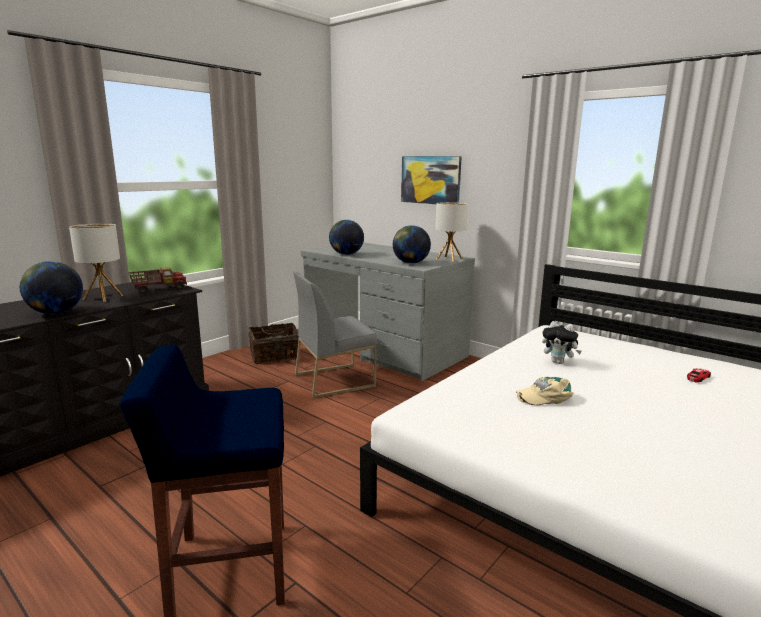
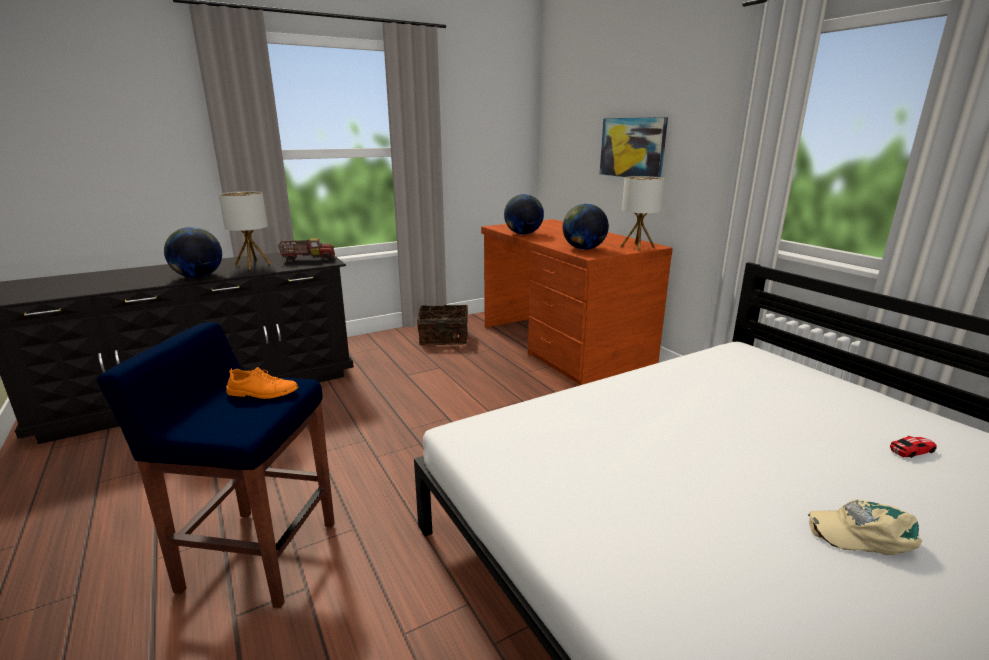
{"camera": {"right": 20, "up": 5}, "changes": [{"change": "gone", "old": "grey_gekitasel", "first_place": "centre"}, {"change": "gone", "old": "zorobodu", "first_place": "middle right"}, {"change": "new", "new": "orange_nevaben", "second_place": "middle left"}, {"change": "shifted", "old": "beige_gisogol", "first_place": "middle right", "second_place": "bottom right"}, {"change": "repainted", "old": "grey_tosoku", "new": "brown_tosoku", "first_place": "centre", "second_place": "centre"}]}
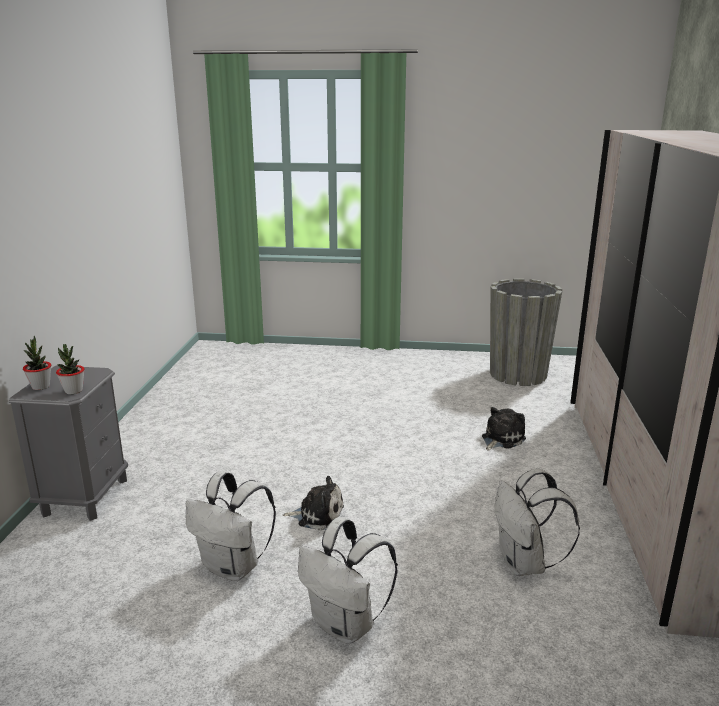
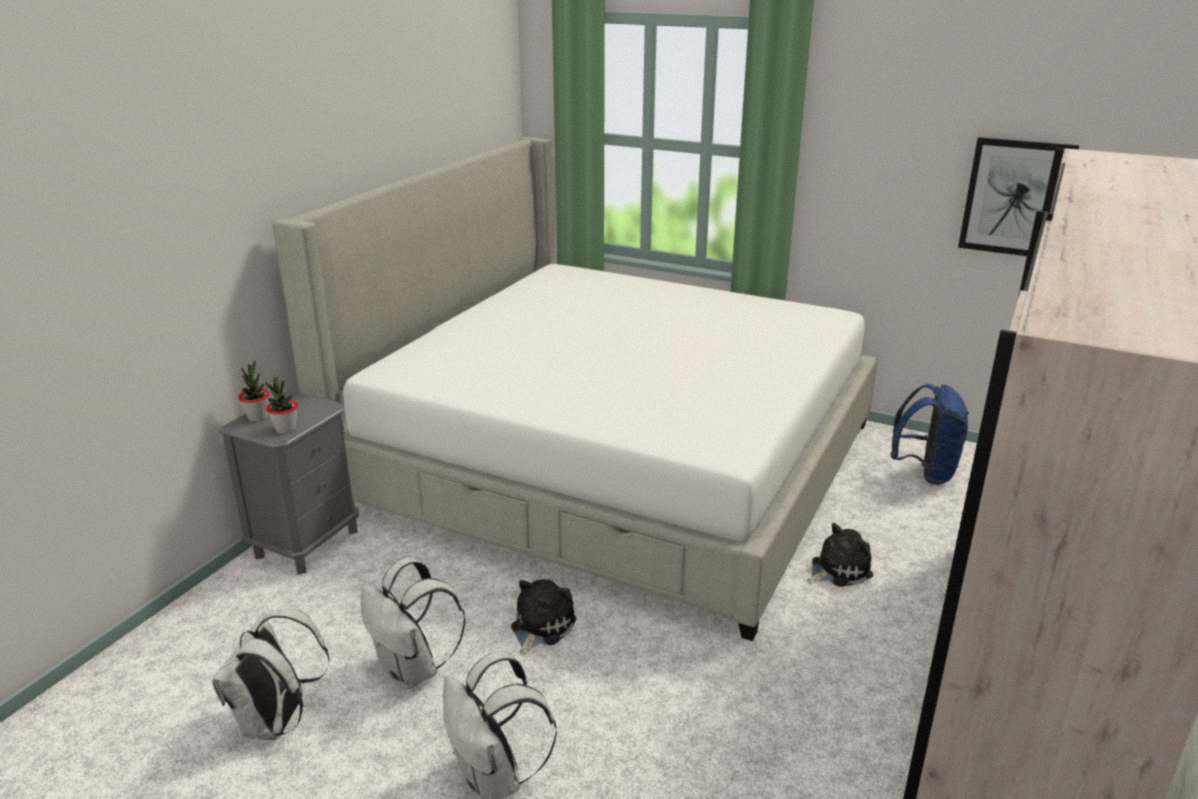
{"camera": {"right": 20, "up": 5}, "changes": [{"change": "new", "new": "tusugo", "second_place": "centre"}, {"change": "new", "new": "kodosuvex", "second_place": "top right"}, {"change": "shifted", "old": "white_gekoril (no. 3 from left in the first image)", "new": "white_gekoril (no. 1 from left)", "first_place": "bottom right", "second_place": "bottom left"}, {"change": "swapped", "old": "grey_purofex", "new": "blue_gekoril", "first_place": "middle right", "second_place": "middle right"}, {"change": "rotated", "old": "zorobodu (no. 1 from left)", "first_place": "bottom centre", "second_place": "bottom centre", "degrees": -90}]}
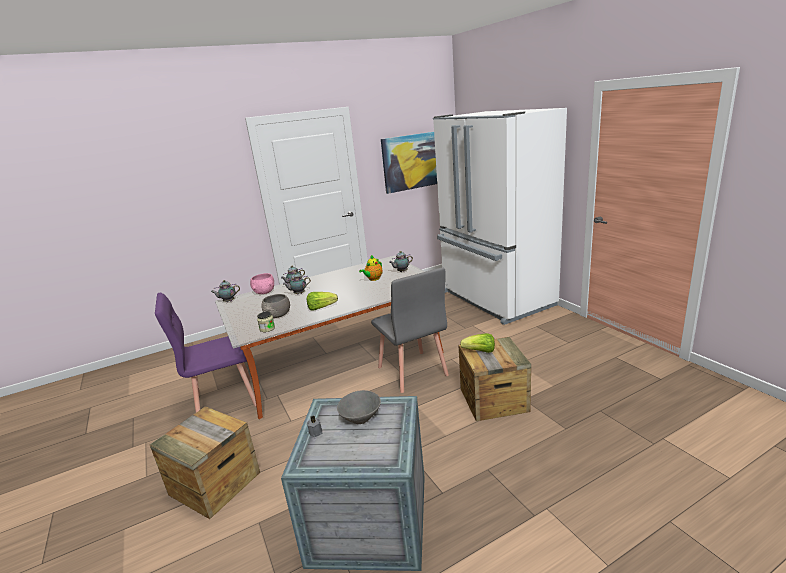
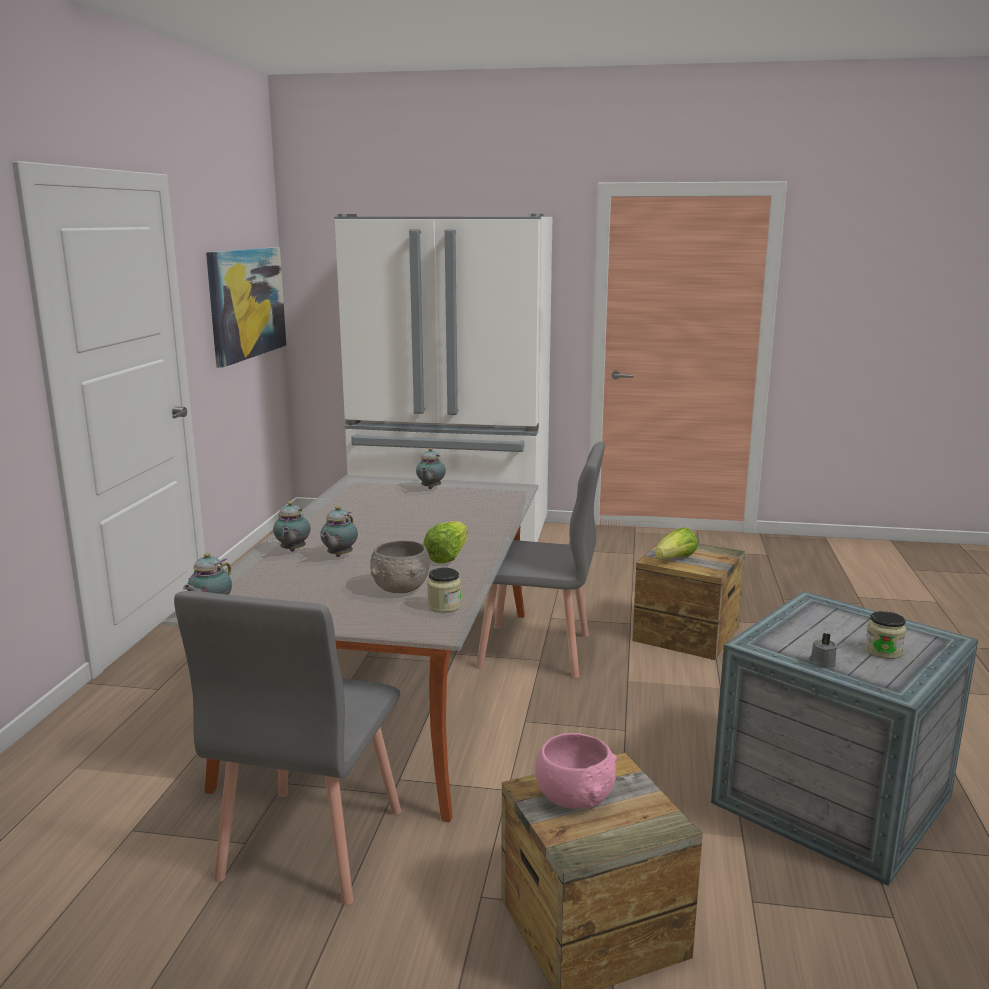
{"camera": {"right": -55, "up": -5}, "changes": [{"change": "gone", "old": "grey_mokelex (no. 2 from left)", "first_place": "bottom centre"}, {"change": "gone", "old": "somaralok (no. 4 from left)", "first_place": "centre"}, {"change": "new", "new": "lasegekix (no. 2 from left)", "second_place": "middle right"}, {"change": "shifted", "old": "pink_mokelex", "first_place": "centre", "second_place": "bottom centre"}, {"change": "repainted", "old": "purple_gekitasel", "new": "grey_gekitasel (no. 1 from left)", "first_place": "middle left", "second_place": "bottom left"}]}
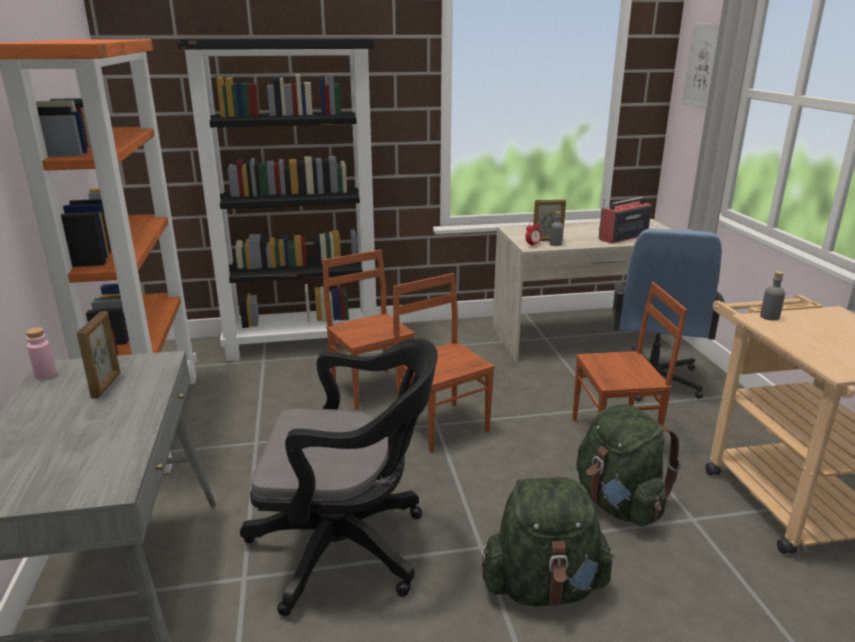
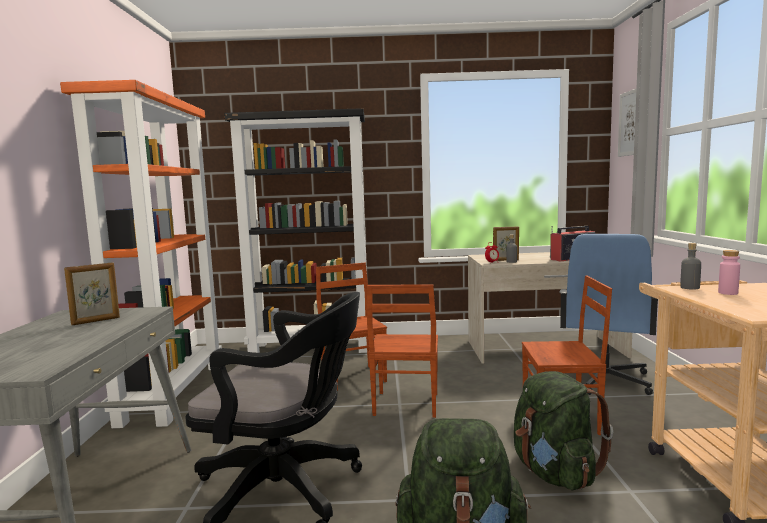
{"camera": {"right": 10, "up": -15}, "changes": [{"change": "shifted", "old": "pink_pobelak", "first_place": "middle left", "second_place": "middle right"}, {"change": "rotated", "old": "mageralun (no. 1 from left)", "first_place": "middle left", "second_place": "middle left", "degrees": 45}, {"change": "rotated", "old": "brown_gekitasel (no. 2 from left)", "first_place": "centre", "second_place": "bottom centre", "degrees": -150}]}
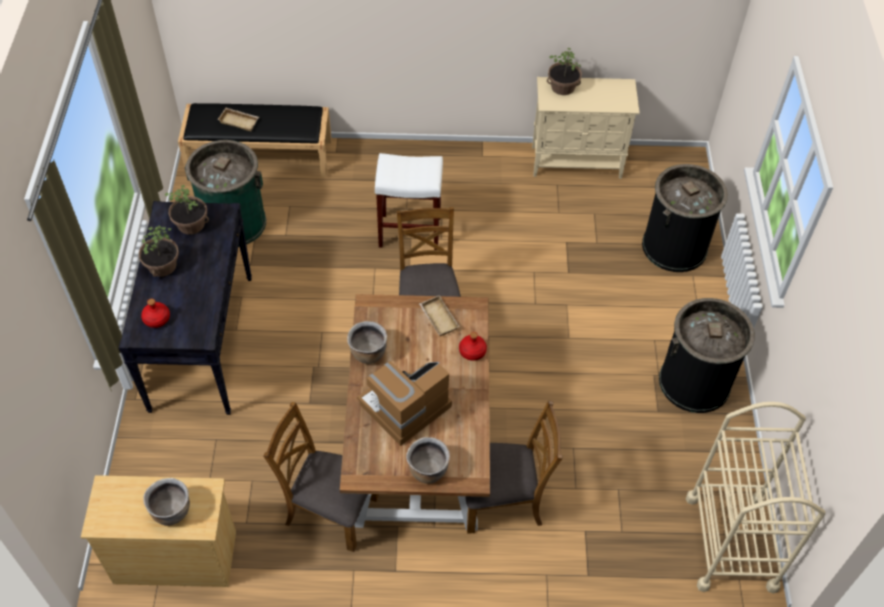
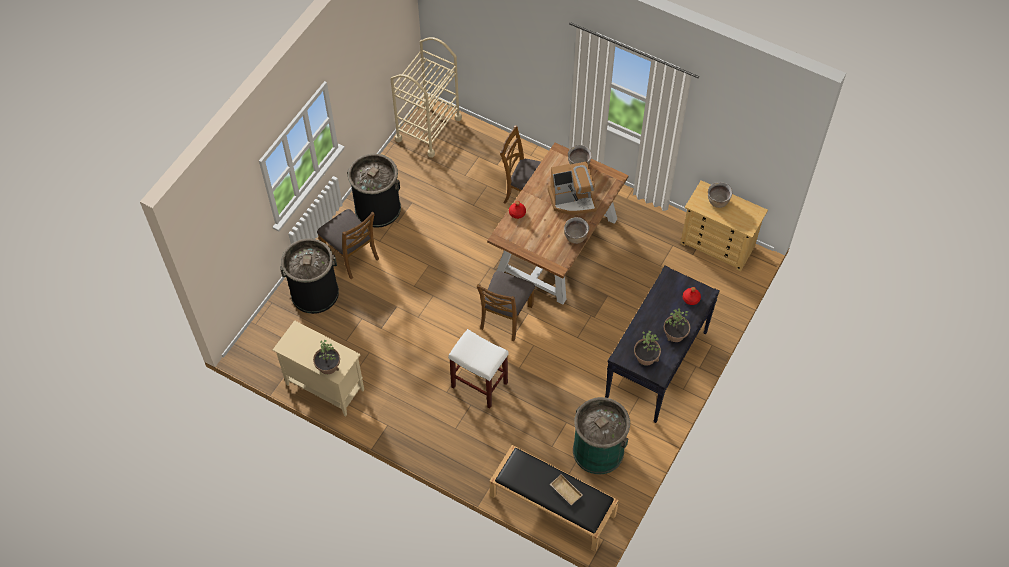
{"camera": {"right": -150, "up": 5}, "changes": [{"change": "gone", "old": "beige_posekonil (no. 2 from left)", "first_place": "centre"}, {"change": "shifted", "old": "brown_gekitasel (no. 1 from left)", "first_place": "bottom centre", "second_place": "centre"}]}
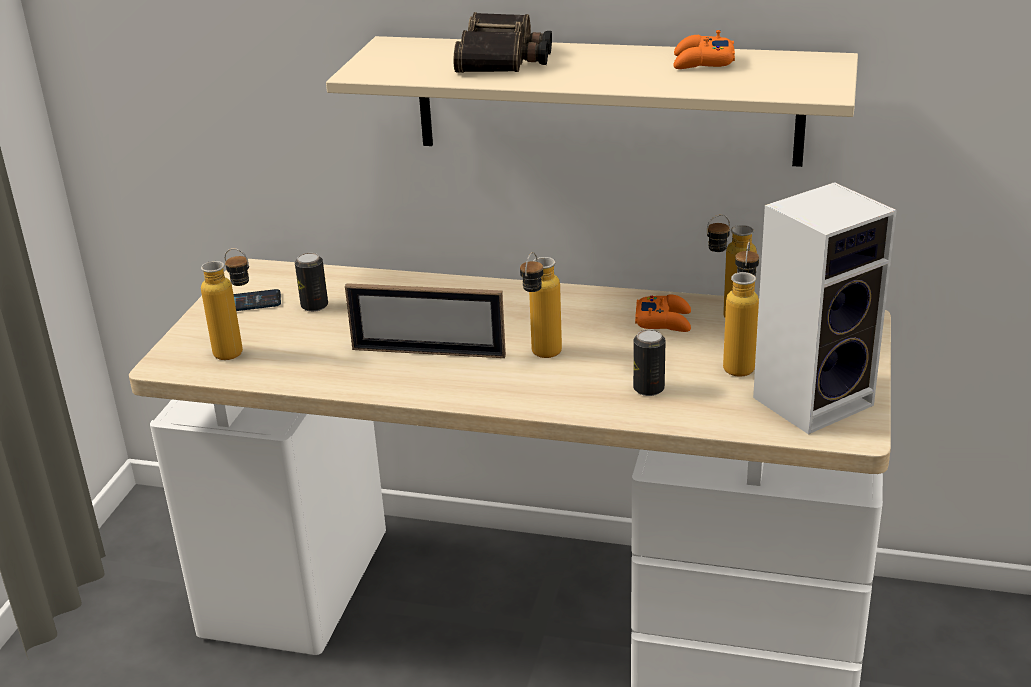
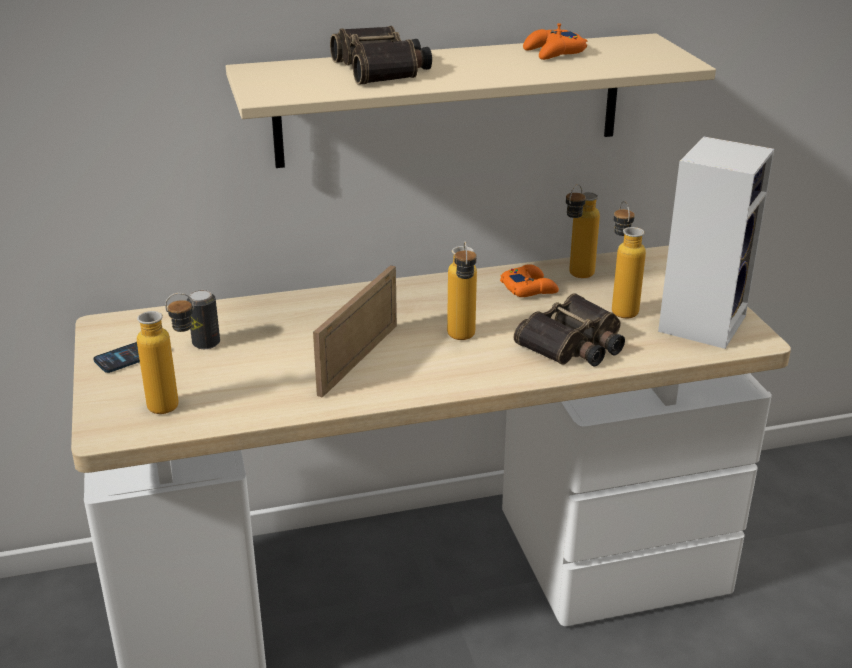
{"camera": {"right": -30, "up": 0}, "changes": [{"change": "swapped", "old": "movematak (no. 2 from left)", "new": "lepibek (no. 2 from left)", "first_place": "centre", "second_place": "middle right"}, {"change": "rotated", "old": "mageralun", "first_place": "centre", "second_place": "centre", "degrees": 135}]}
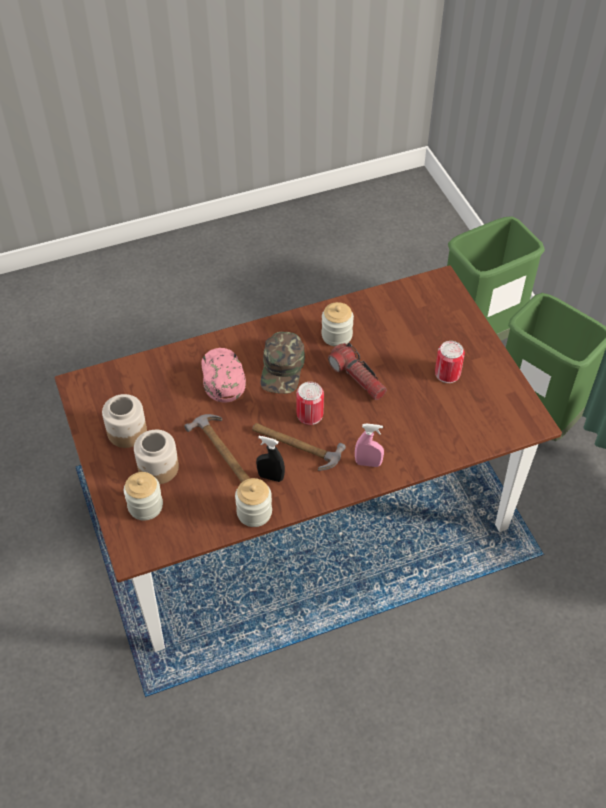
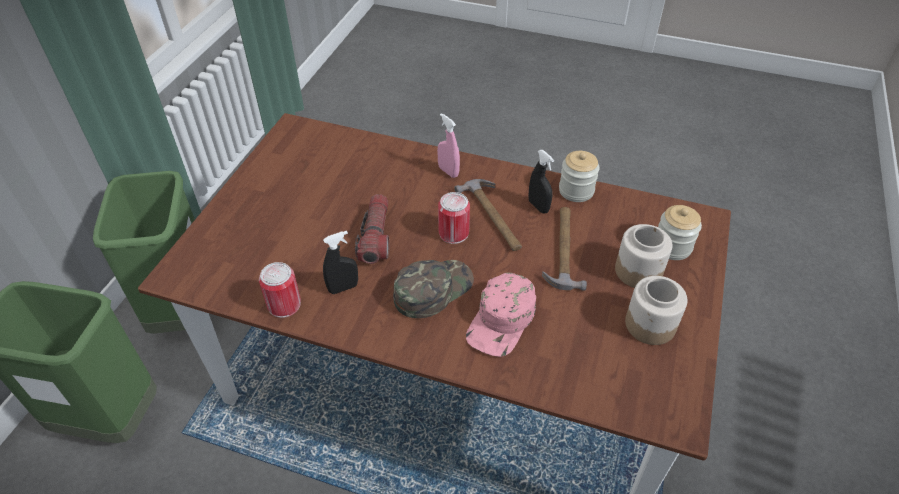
{"camera": {"right": -140, "up": -5}, "changes": [{"change": "shifted", "old": "movematak (no. 2 from left in the first image)", "new": "movematak (no. 1 from left)", "first_place": "middle right", "second_place": "middle left"}, {"change": "swapped", "old": "lasegekix (no. 5 from left)", "new": "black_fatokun (no. 1 from left)", "first_place": "centre", "second_place": "centre"}]}
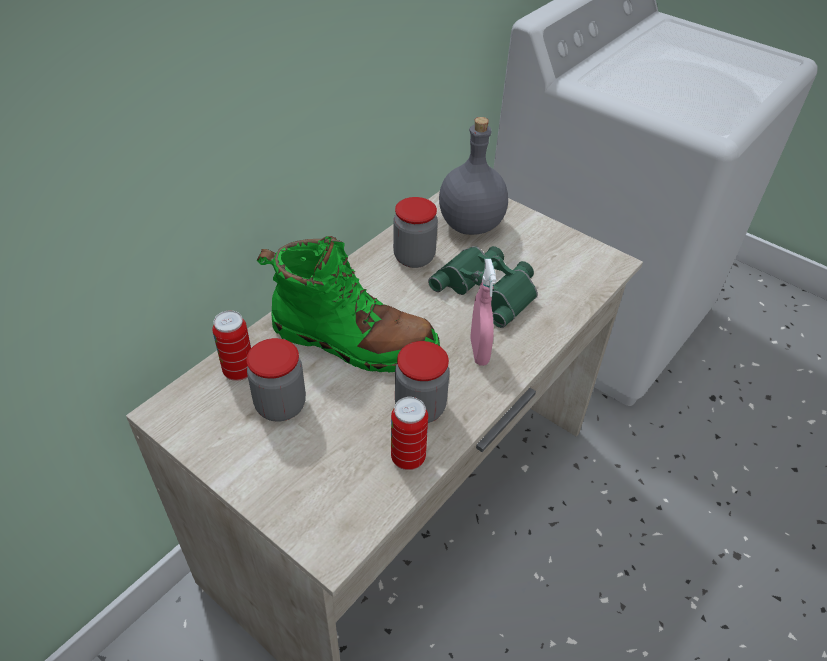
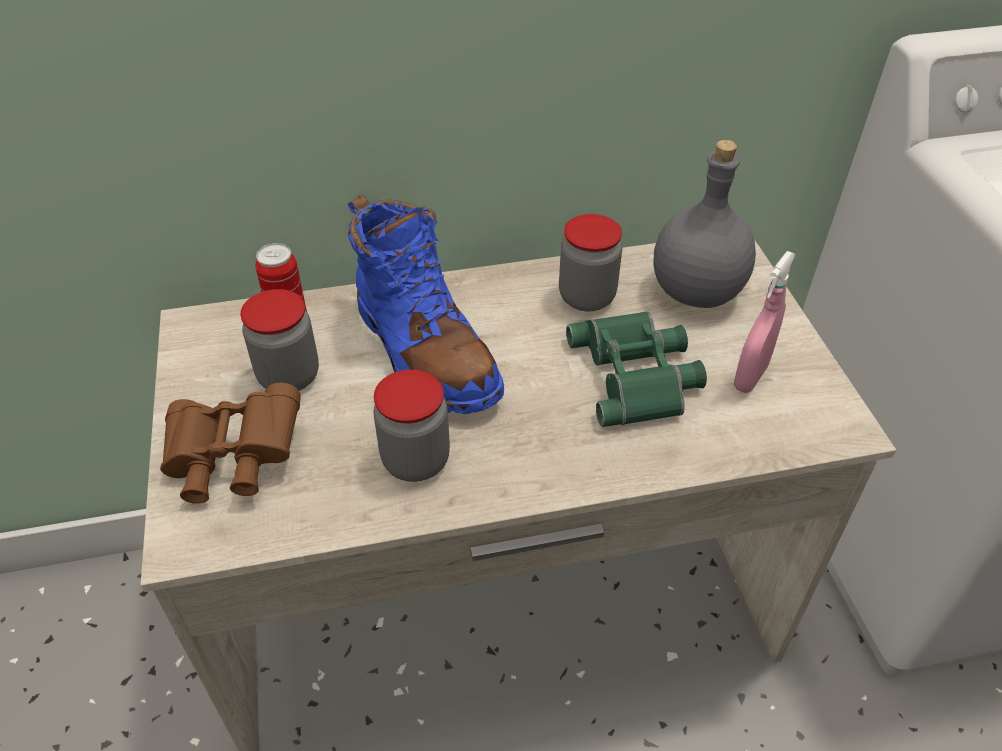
{"camera": {"right": 40, "up": 0}, "changes": [{"change": "gone", "old": "movematak (no. 2 from left)", "first_place": "centre"}, {"change": "new", "new": "brown_lepibek", "second_place": "middle left"}, {"change": "shifted", "old": "pink_fatokun", "first_place": "centre", "second_place": "middle right"}, {"change": "repainted", "old": "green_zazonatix", "new": "blue_zazonatix", "first_place": "centre", "second_place": "centre"}]}
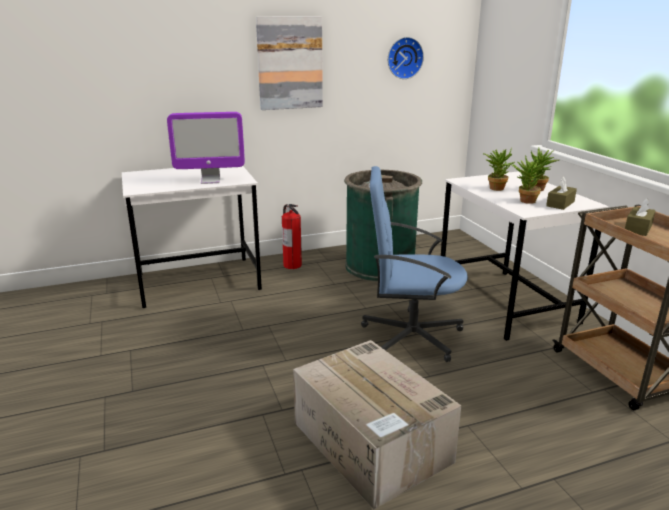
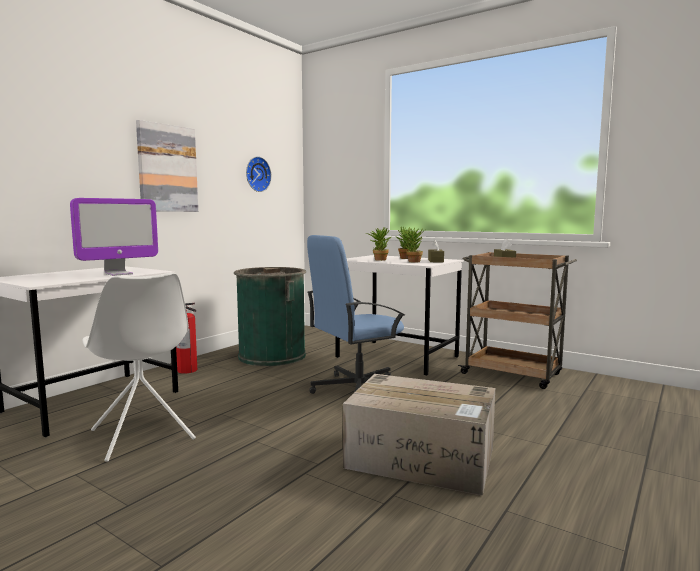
{"camera": {"right": -35, "up": -15}, "changes": [{"change": "new", "new": "white_gekitasel", "second_place": "middle left"}]}
